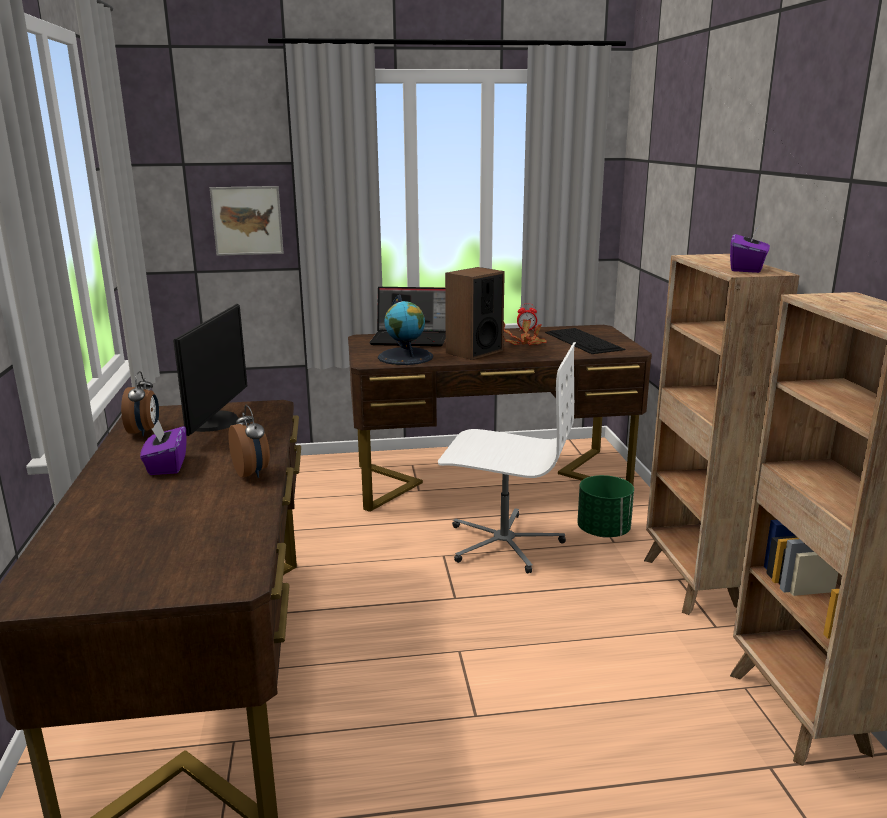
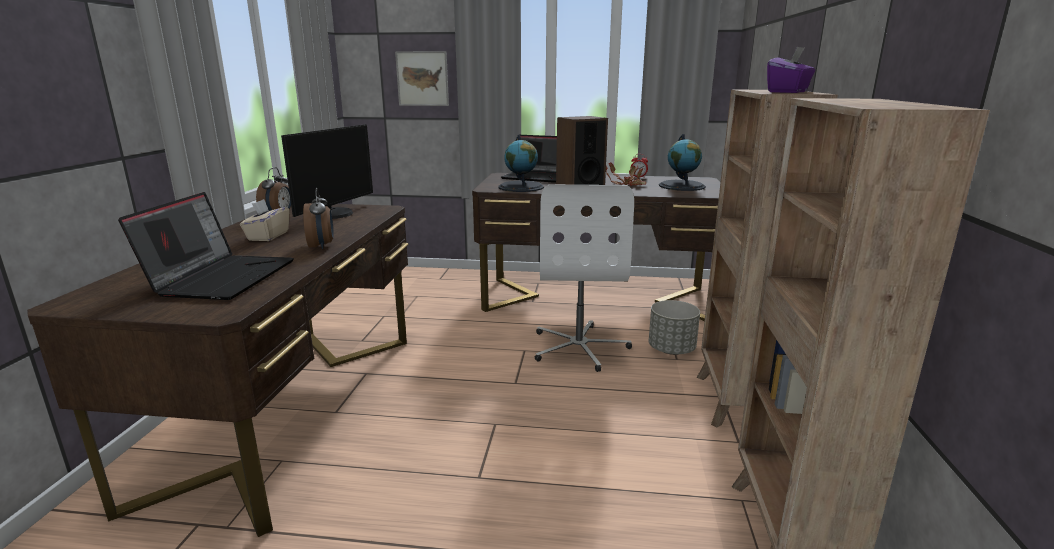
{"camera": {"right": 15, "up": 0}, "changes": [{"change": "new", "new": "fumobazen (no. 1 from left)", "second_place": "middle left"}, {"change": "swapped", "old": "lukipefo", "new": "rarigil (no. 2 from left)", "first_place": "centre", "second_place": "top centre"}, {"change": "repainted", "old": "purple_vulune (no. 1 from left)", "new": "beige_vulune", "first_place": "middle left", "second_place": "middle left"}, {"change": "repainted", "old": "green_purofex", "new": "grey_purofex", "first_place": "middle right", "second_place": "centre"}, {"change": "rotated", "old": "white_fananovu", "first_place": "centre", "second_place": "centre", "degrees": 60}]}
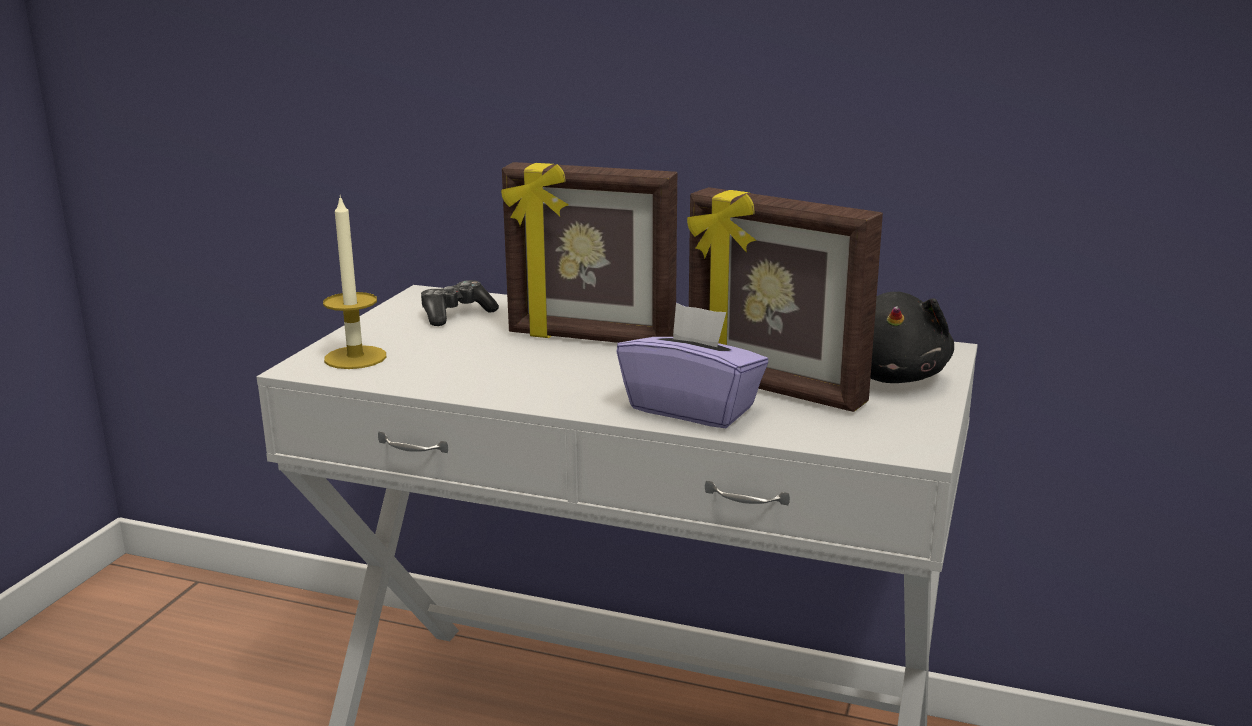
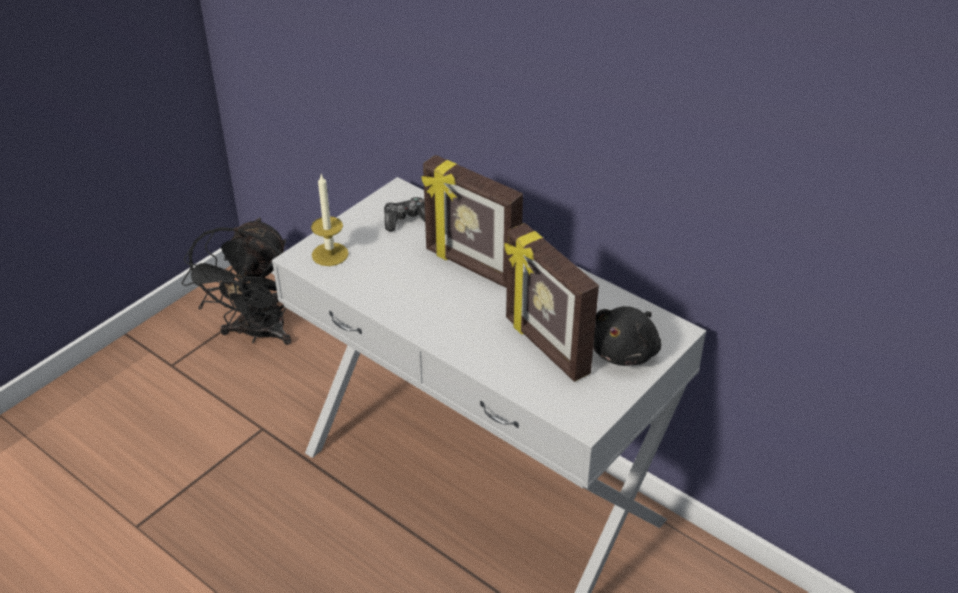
{"camera": {"right": 20, "up": 20}, "changes": [{"change": "gone", "old": "purple_vulune", "first_place": "centre"}, {"change": "new", "new": "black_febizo", "second_place": "middle left"}]}
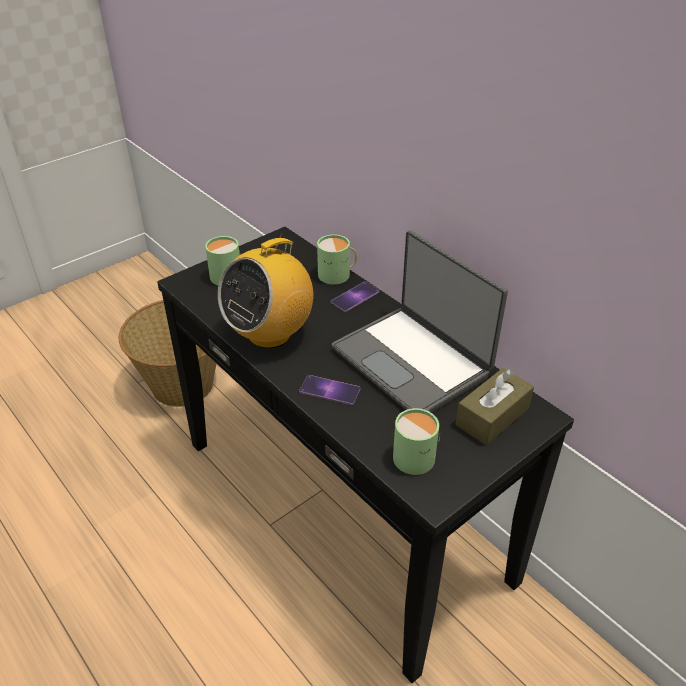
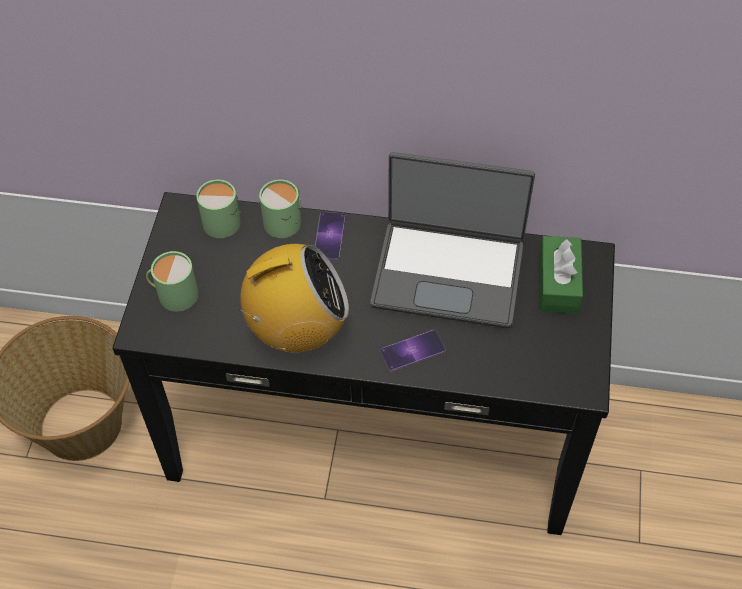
{"camera": {"right": -40, "up": 15}, "changes": [{"change": "shifted", "old": "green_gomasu (no. 3 from left in the first image)", "new": "green_gomasu (no. 2 from left)", "first_place": "centre", "second_place": "middle left"}, {"change": "repainted", "old": "brown_vulune", "new": "green_vulune", "first_place": "middle right", "second_place": "middle right"}, {"change": "rotated", "old": "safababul", "first_place": "centre", "second_place": "centre", "degrees": -105}]}
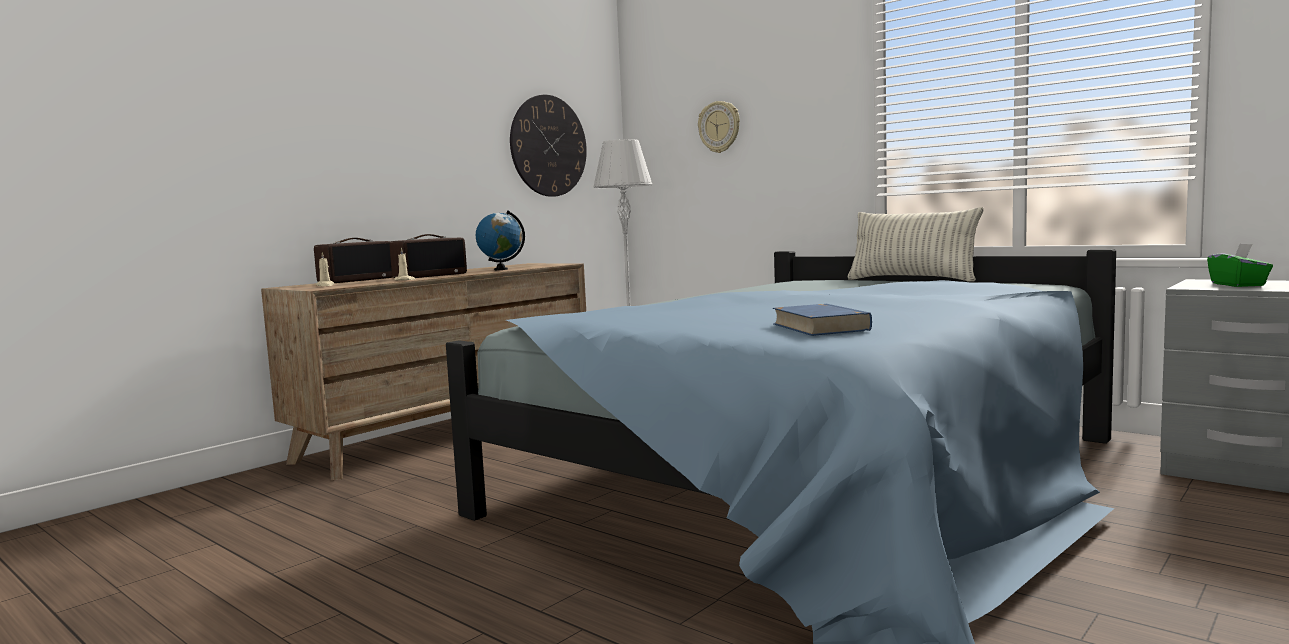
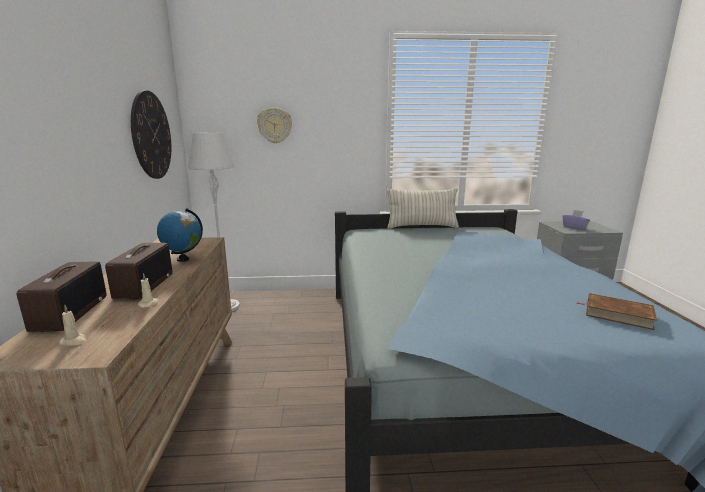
{"camera": {"right": -45, "up": 10}, "changes": [{"change": "repainted", "old": "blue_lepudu", "new": "brown_lepudu", "first_place": "centre", "second_place": "middle right"}, {"change": "repainted", "old": "green_vulune", "new": "purple_vulune", "first_place": "middle right", "second_place": "middle right"}]}
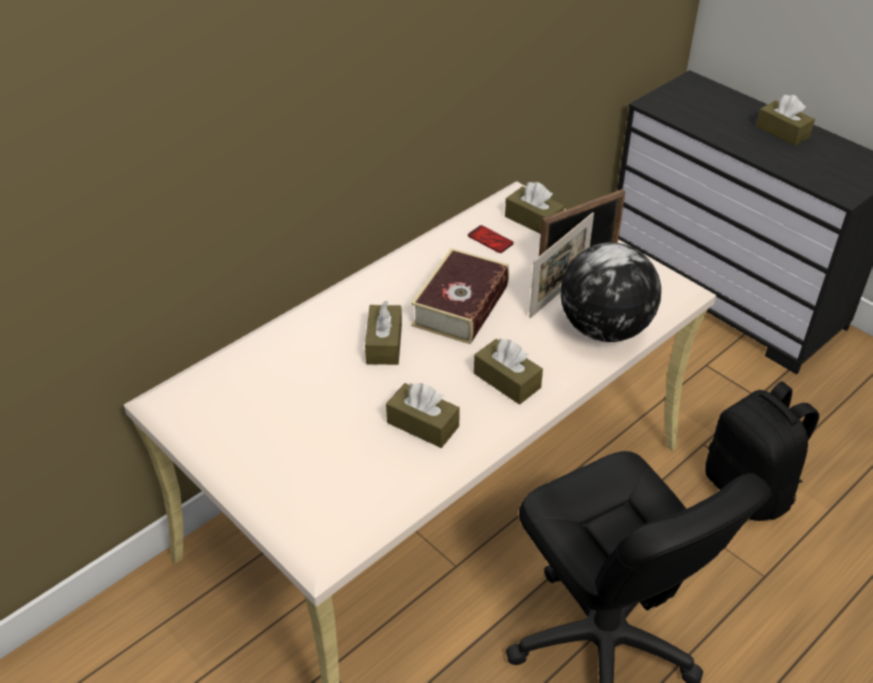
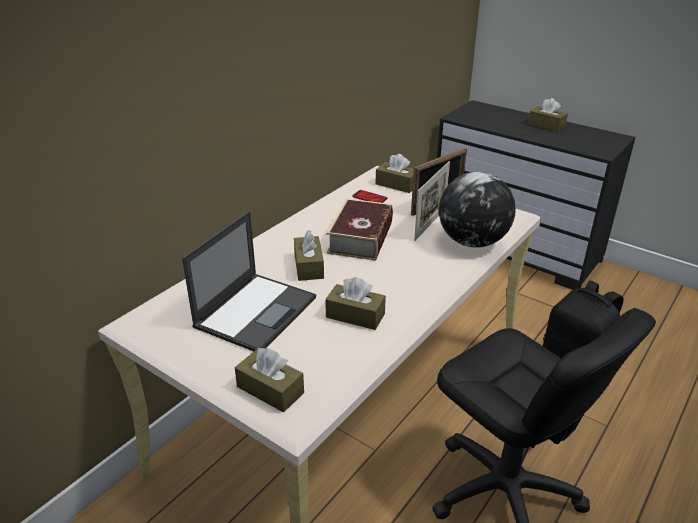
{"camera": {"right": -10, "up": -10}, "changes": [{"change": "new", "new": "fumobazen", "second_place": "centre"}, {"change": "shifted", "old": "brown_vulune (no. 3 from left in the first image)", "new": "brown_vulune (no. 1 from left)", "first_place": "centre", "second_place": "bottom centre"}]}
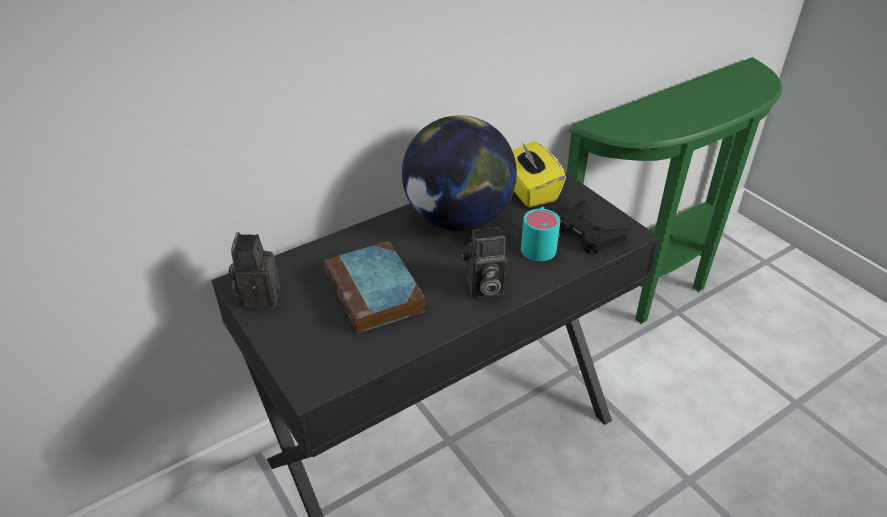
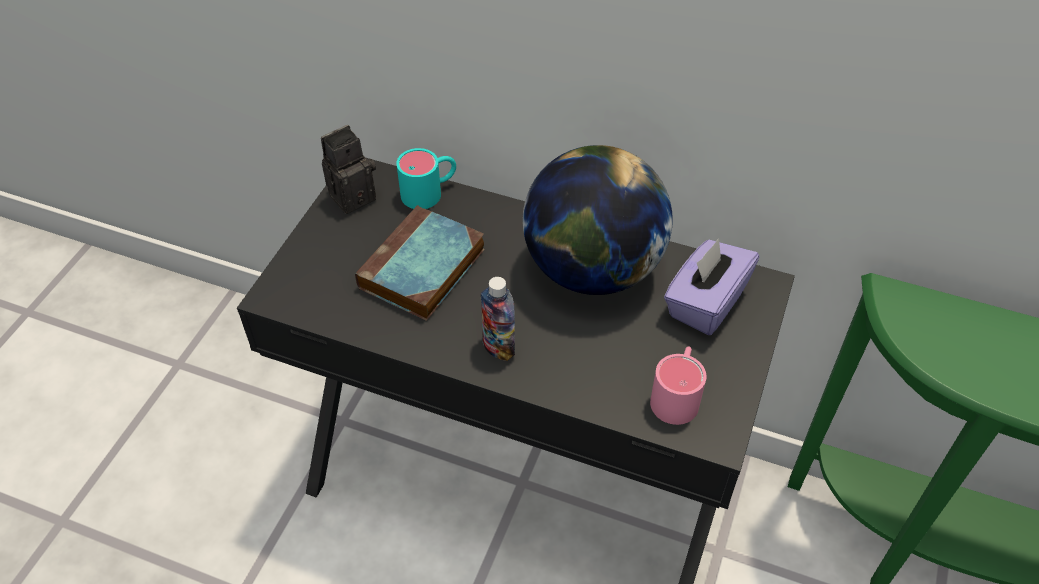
{"camera": {"right": 55, "up": 10}, "changes": [{"change": "shifted", "old": "turquoise_gomasu", "first_place": "centre", "second_place": "top centre"}, {"change": "swapped", "old": "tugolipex (no. 2 from left)", "new": "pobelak", "first_place": "centre", "second_place": "centre"}, {"change": "swapped", "old": "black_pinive", "new": "pink_gomasu", "first_place": "middle right", "second_place": "centre"}, {"change": "repainted", "old": "yellow_vulune", "new": "purple_vulune", "first_place": "centre", "second_place": "middle right"}]}
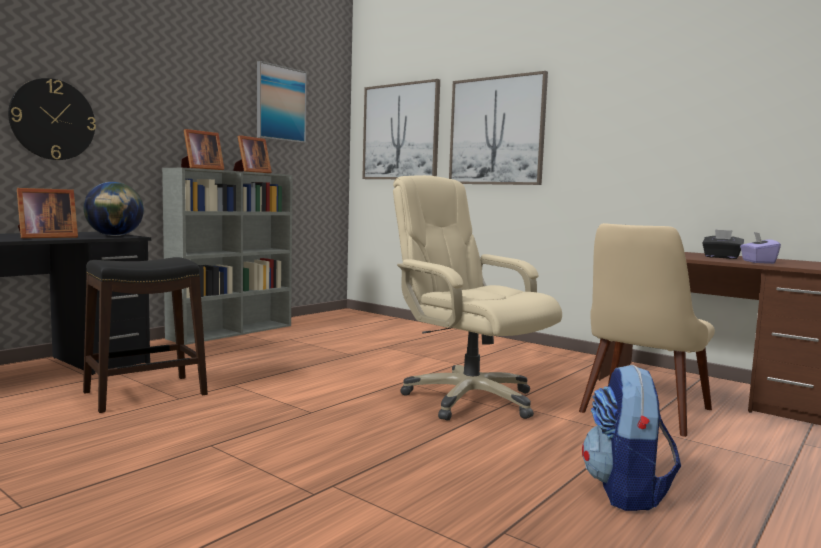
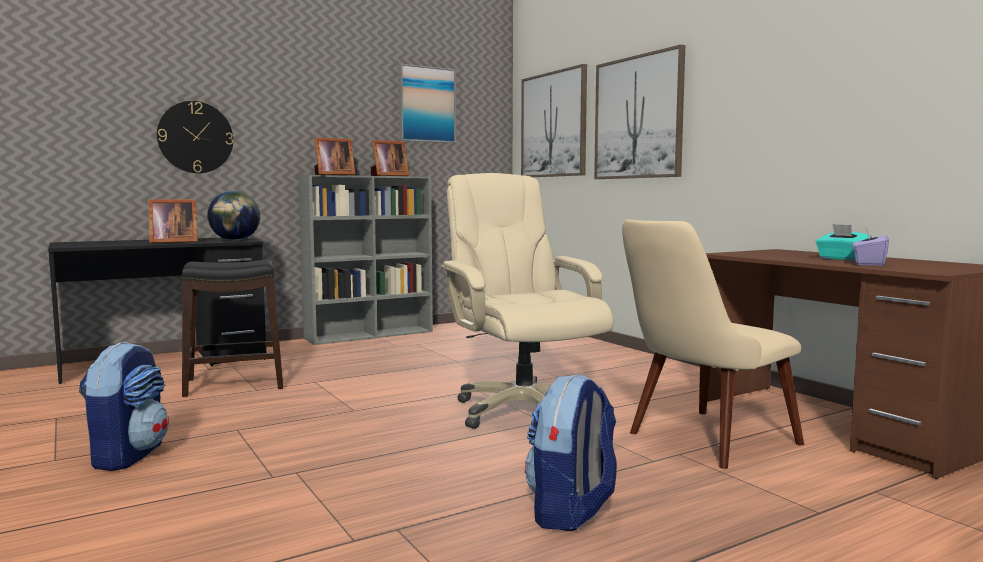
{"camera": {"right": 20, "up": 0}, "changes": [{"change": "new", "new": "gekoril (no. 1 from left)", "second_place": "bottom left"}, {"change": "repainted", "old": "black_vulune", "new": "turquoise_vulune", "first_place": "middle right", "second_place": "middle right"}]}
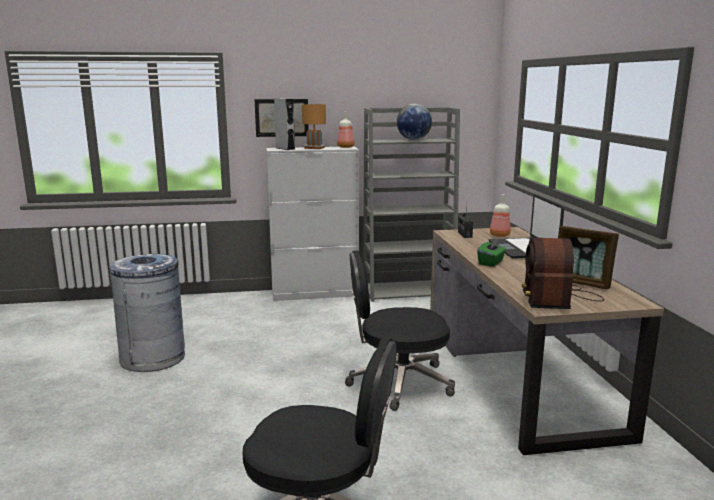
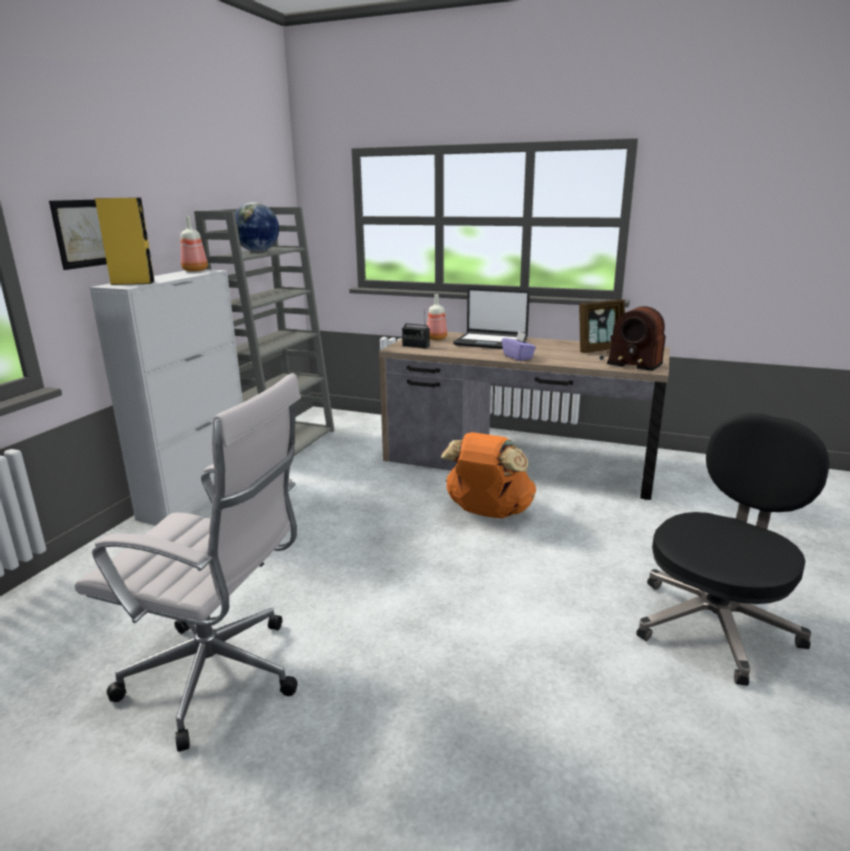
{"camera": {"right": -60, "up": 5}, "changes": [{"change": "gone", "old": "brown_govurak", "first_place": "top centre"}, {"change": "swapped", "old": "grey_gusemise", "new": "white_fananovu", "first_place": "middle left", "second_place": "middle left"}, {"change": "swapped", "old": "black_fananovu (no. 2 from left)", "new": "orange_gekoril", "first_place": "centre", "second_place": "centre"}, {"change": "repainted", "old": "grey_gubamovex", "new": "yellow_gubamovex", "first_place": "top centre", "second_place": "top left"}, {"change": "repainted", "old": "green_vulune", "new": "purple_vulune", "first_place": "middle right", "second_place": "centre"}]}
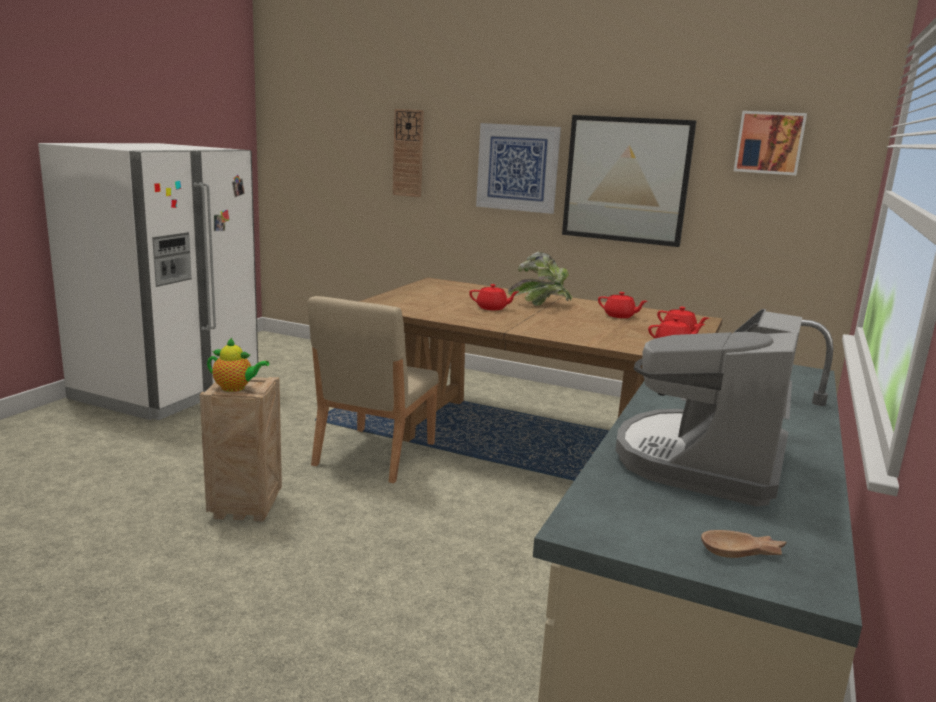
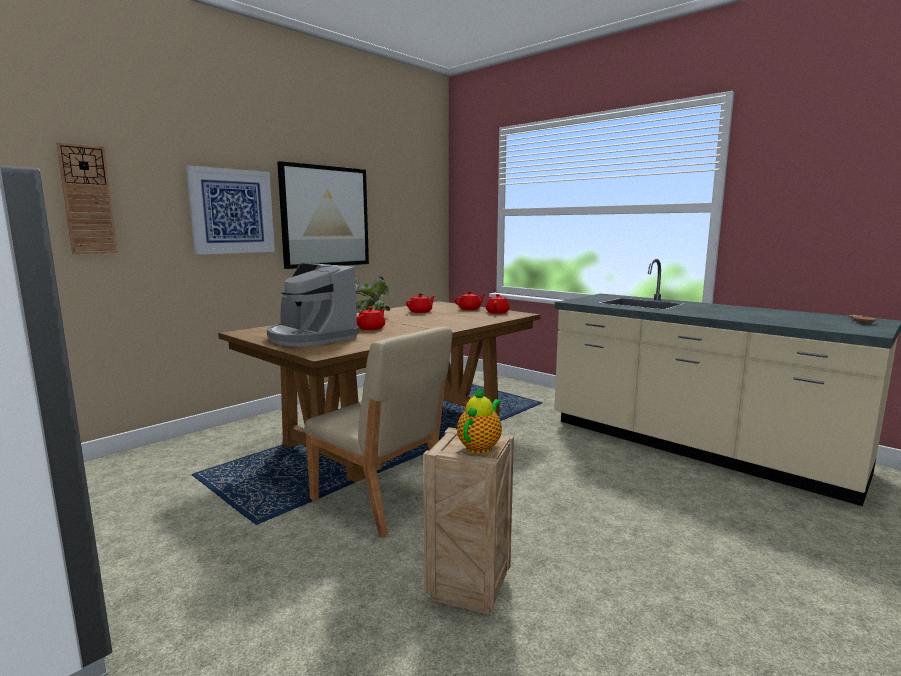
{"camera": {"right": -70, "up": -5}, "changes": [{"change": "gone", "old": "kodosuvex (no. 3 from left)", "first_place": "top right"}, {"change": "shifted", "old": "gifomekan", "first_place": "middle right", "second_place": "centre"}]}
